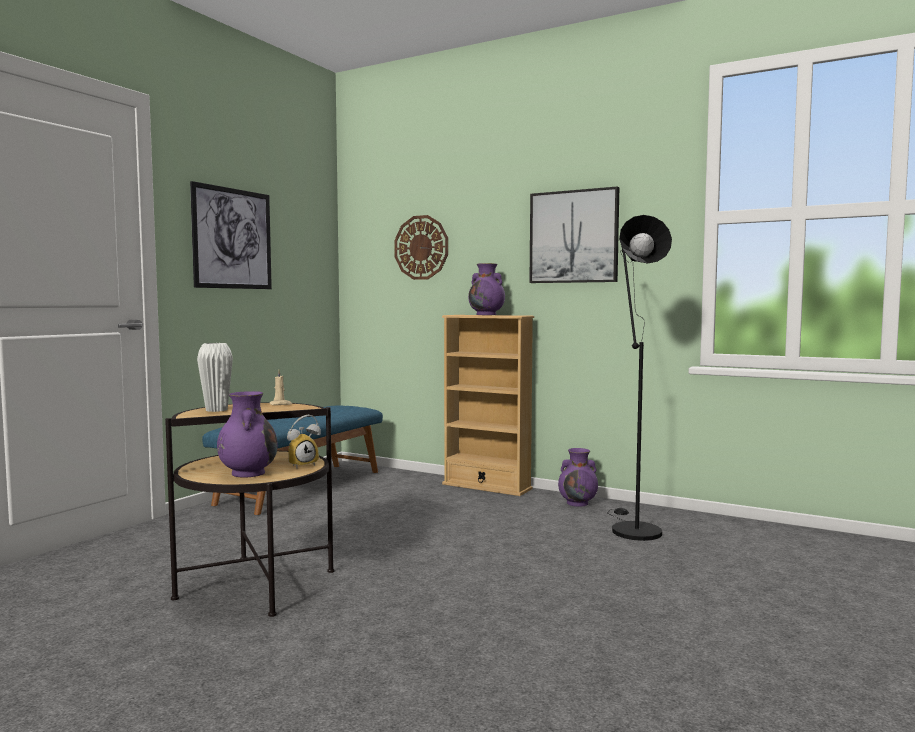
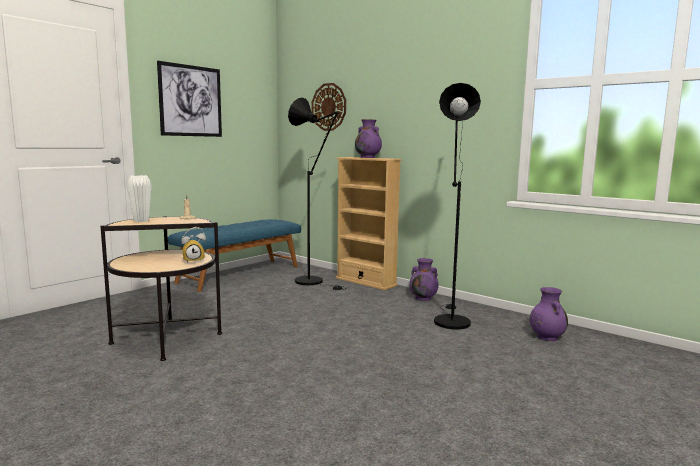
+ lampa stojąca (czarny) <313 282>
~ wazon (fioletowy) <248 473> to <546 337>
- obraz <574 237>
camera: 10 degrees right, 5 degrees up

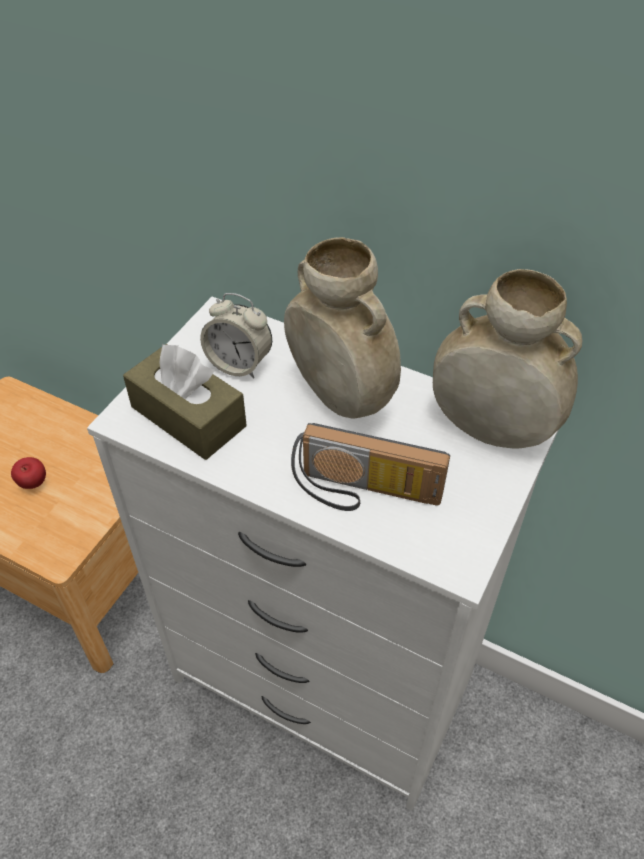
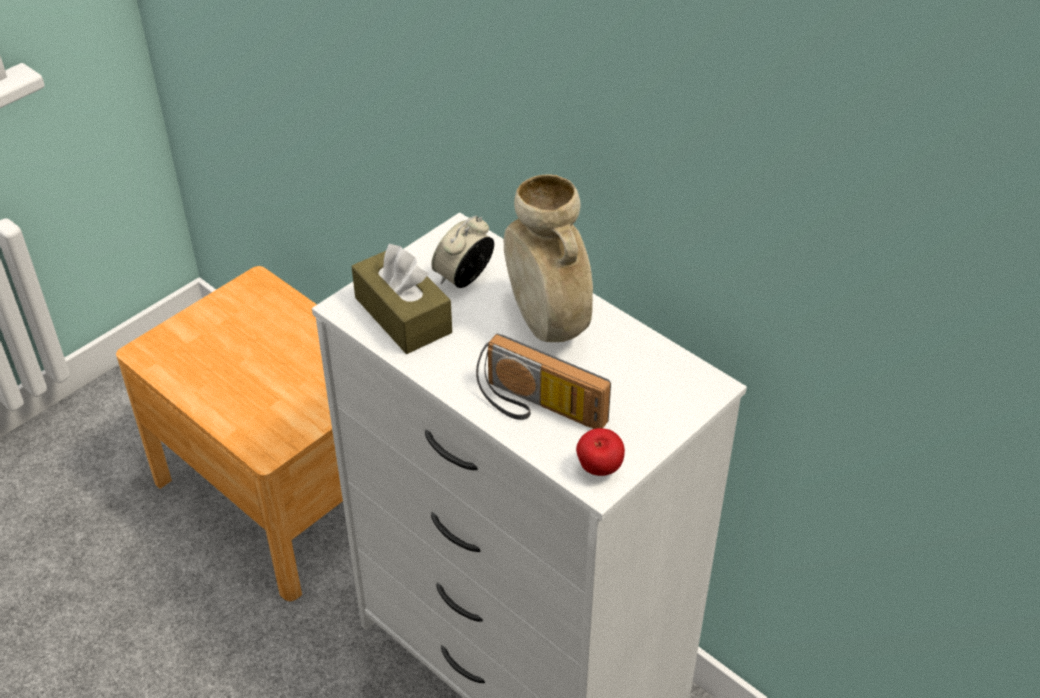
~ budzik <239 364> = <464 278> 90 degrees clockwise
~ jabłko <33 484> to <599 470>
- wazon (beżowy) <490 429>
camera: 15 degrees right, 5 degrees down

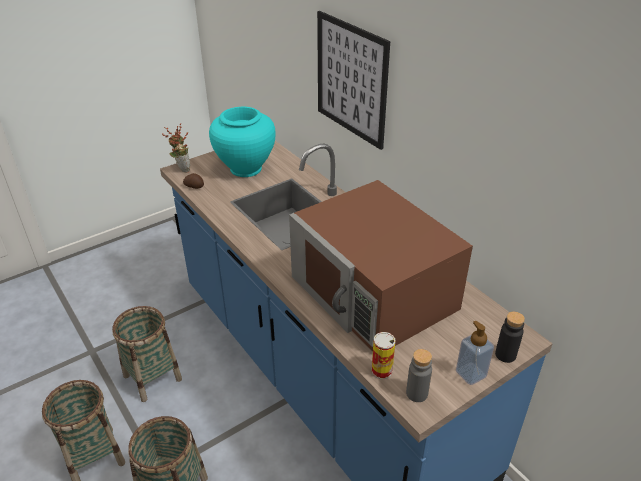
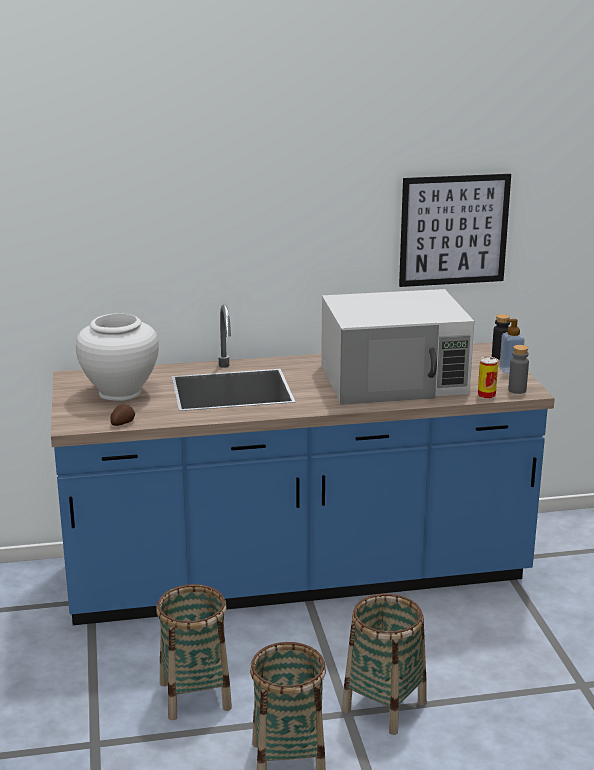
~ wazon (turkusowy) <245 168> to wazon (biały) <120 393>
~ mikrofalówka (brązowy) <374 293> to mikrofalówka (biały) <394 379>
~ obraz <351 79> to <454 230>
- roślina doniczkowa <181 169>
camera: 65 degrees left, 15 degrees down

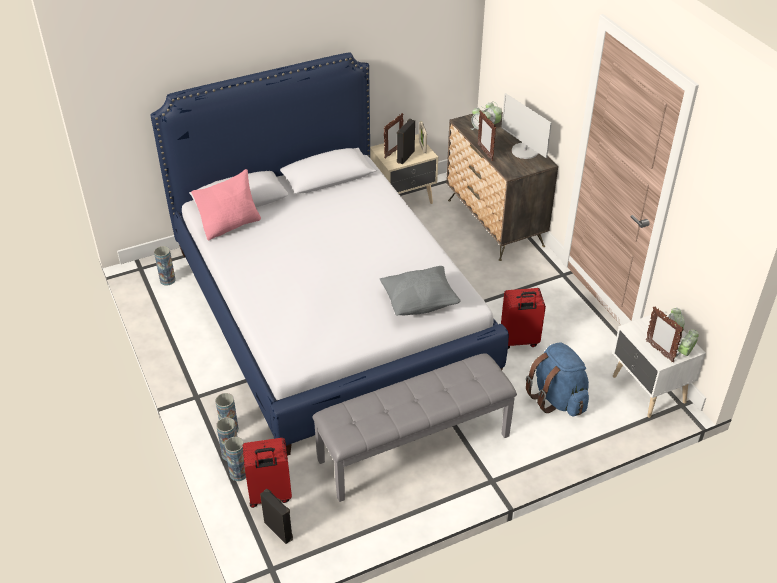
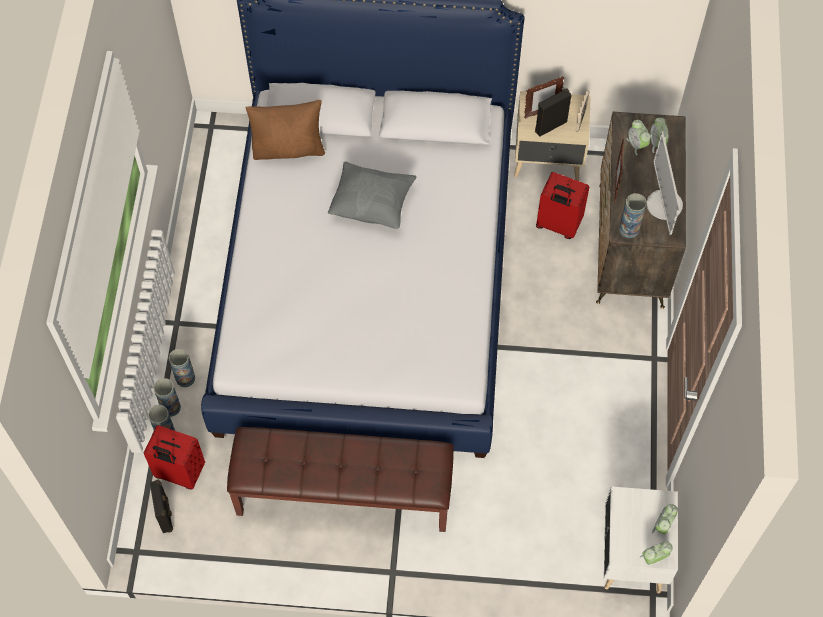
~ ławka (szary) <414 447> to ławka (brązowy) <344 493>
~ poduszka (różowy) <230 225> to poduszka (brązowy) <289 148>
~ poduszka (szary) <420 303> to <372 205>
~ walizka (czerwony) <519 341> to <558 225>
~ wazon <167 280> to <629 229>
- plecak (niebieski) <557 398>
- ramka na zdjęcie <659 351>
camera: 30 degrees right, 20 degrees up

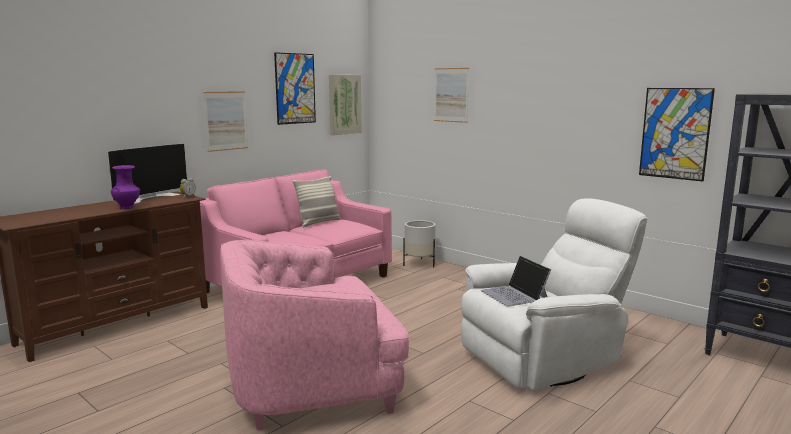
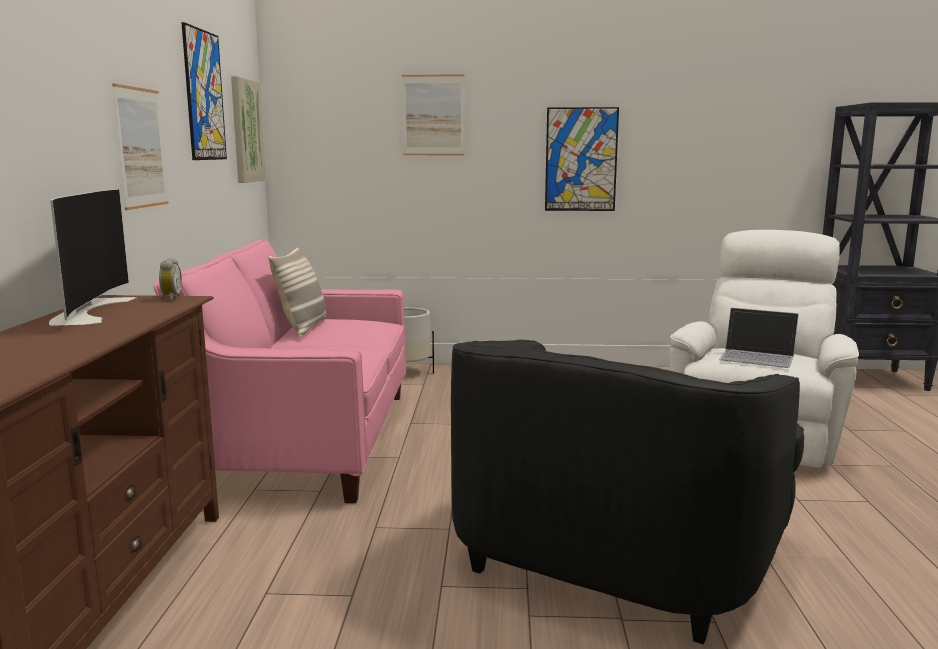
~ fotel (różowy) <311 382> to fotel (czarny) <618 554>
~ obraz <675 133> to <581 159>
- wazon (fioletowy) <127 207>
camera: 40 degrees left, 0 degrees up

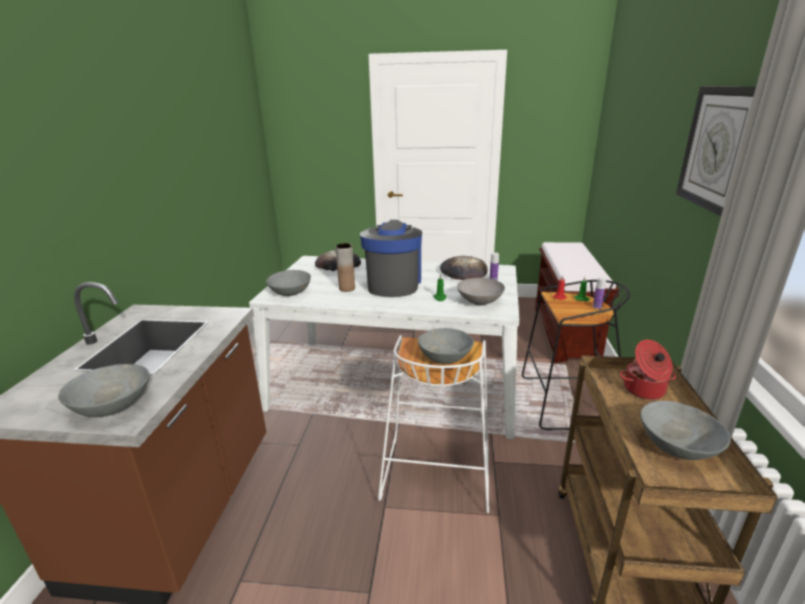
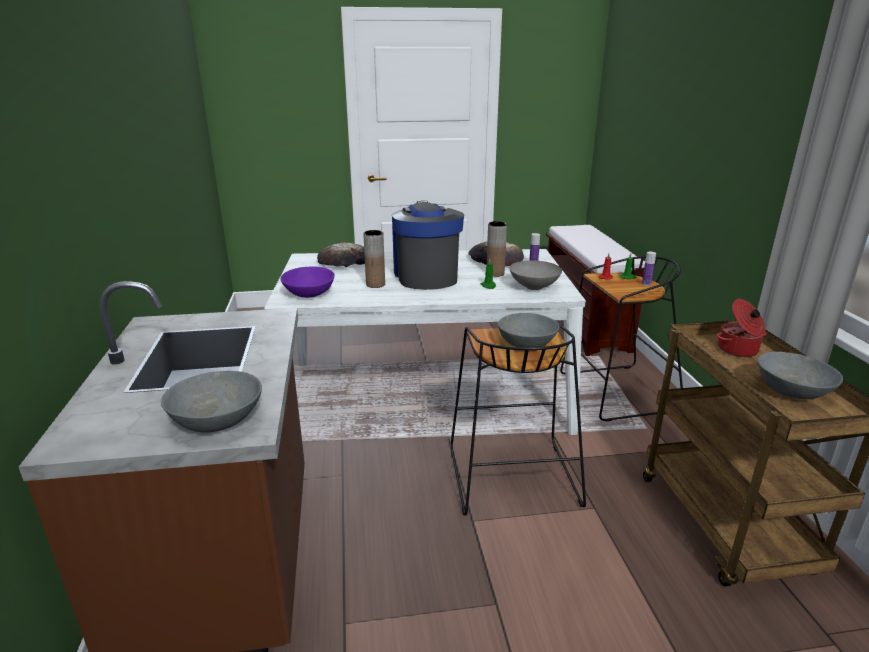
~ miska (szary) <290 292> to miska (fioletowy) <309 294>
~ stołek (biały) <435 469> to stołek (czarny) <510 476>
+ wazon (brązowy) <495 273>
- zegar ścienny <720 149>
camera: 15 degrees left, 0 degrees up

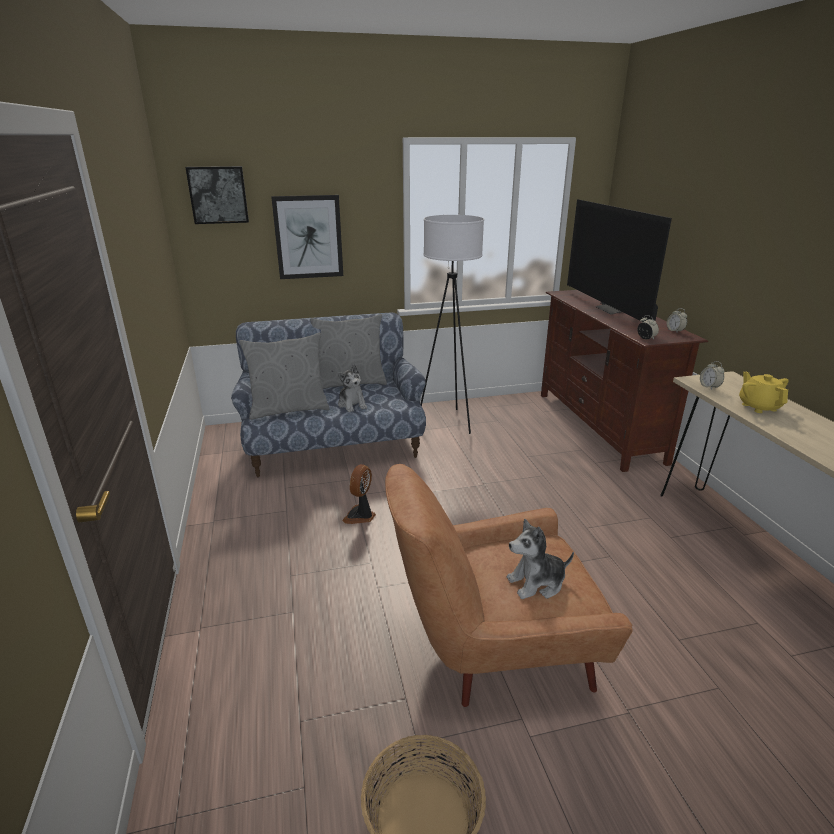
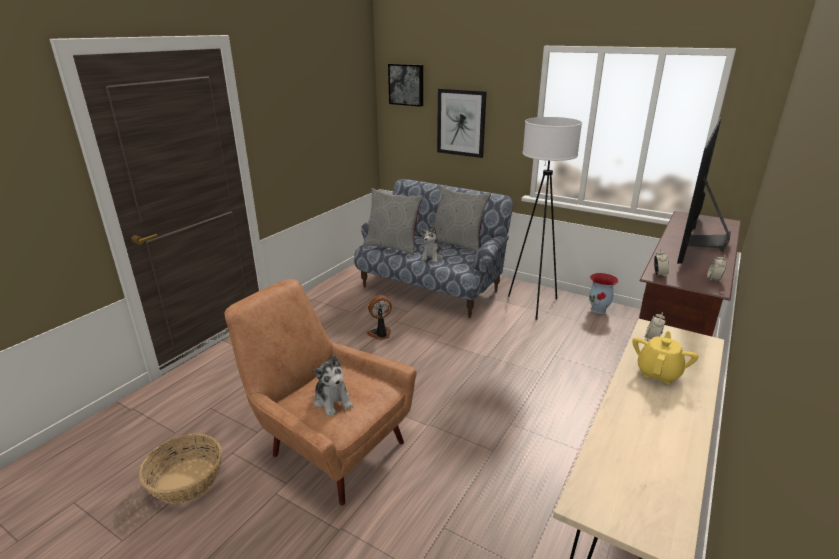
~ pluszak <537 583> = <333 401> 150 degrees counterclockwise
+ wazon <599 310>
camera: 45 degrees right, 0 degrees up

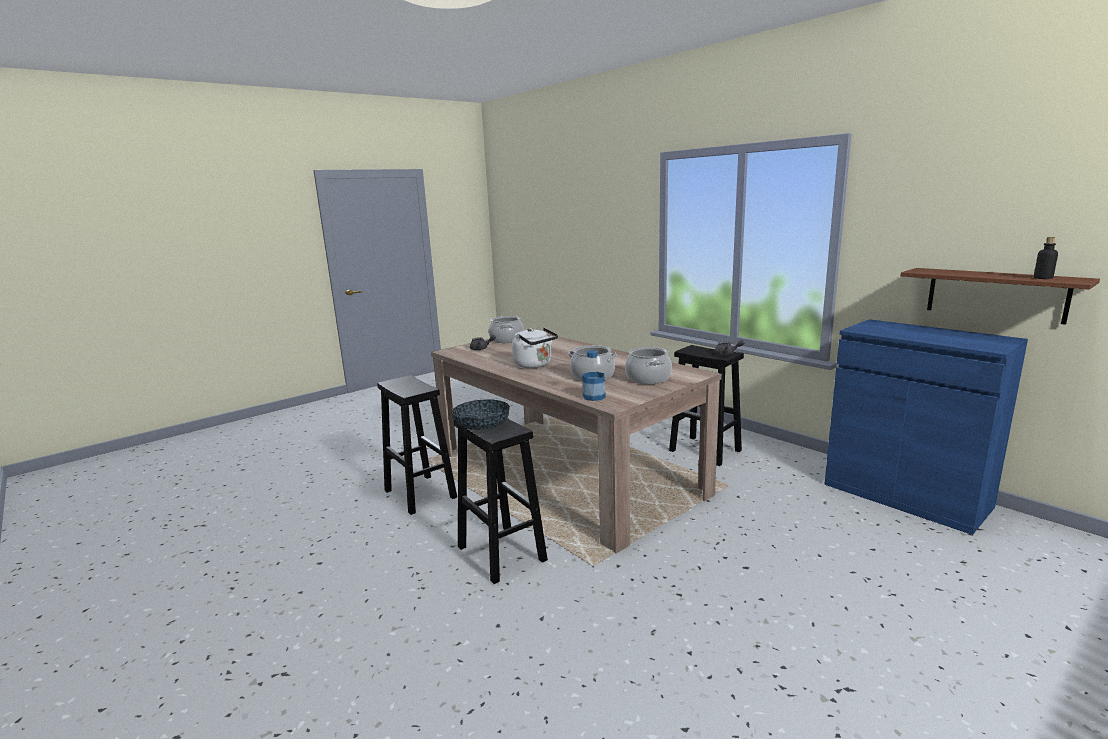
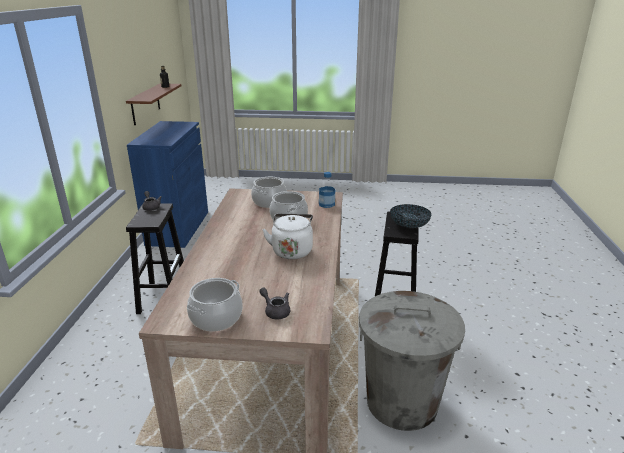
~ stołek (czarny) <419 493> to kosz na śmieci (szary) <402 402>
camera: 135 degrees left, 10 degrees up

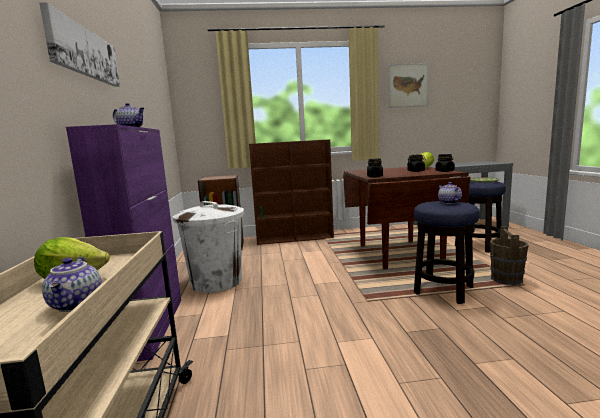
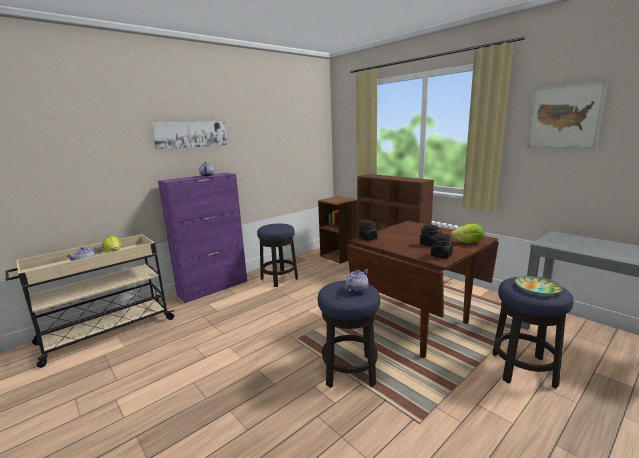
~ kosz na śmieci (biały) <216 282> to stołek <279 279>
- wiadro (brązowy) <506 280>
camera: 55 degrees right, 5 degrees up

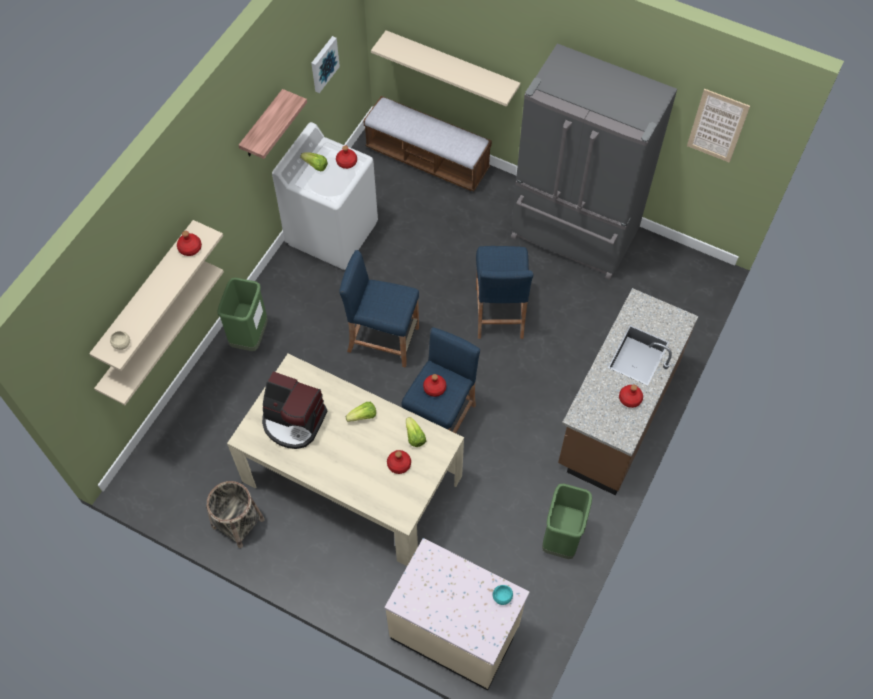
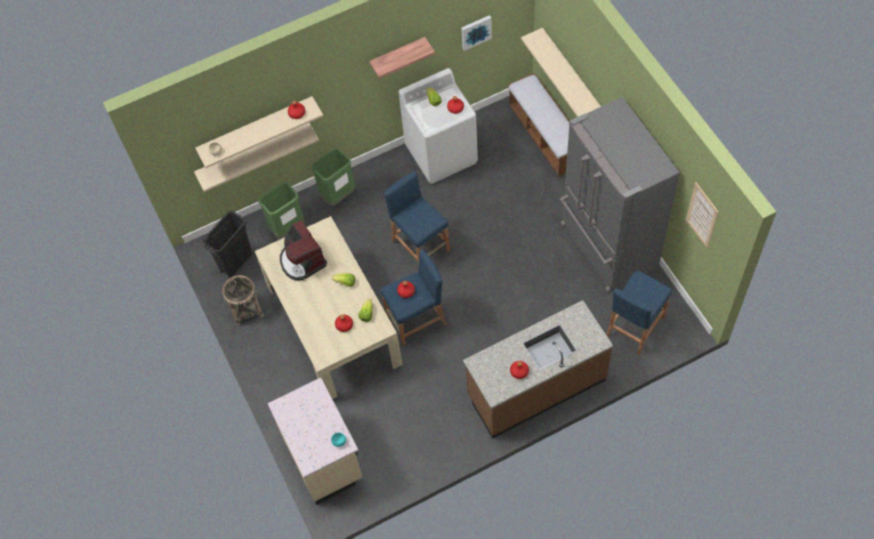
+ kosz na śmieci (czarny) <236 262>
~ kosz na śmieci (zielony) <561 539> to <287 228>
~ stołek (niebieski) <499 312> to <634 326>
camera: 40 degrees right, 0 degrees up

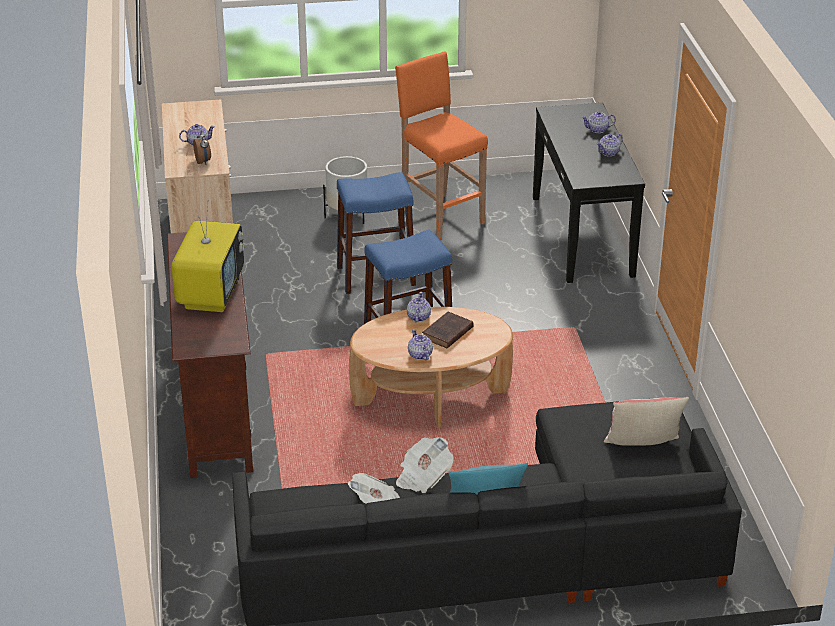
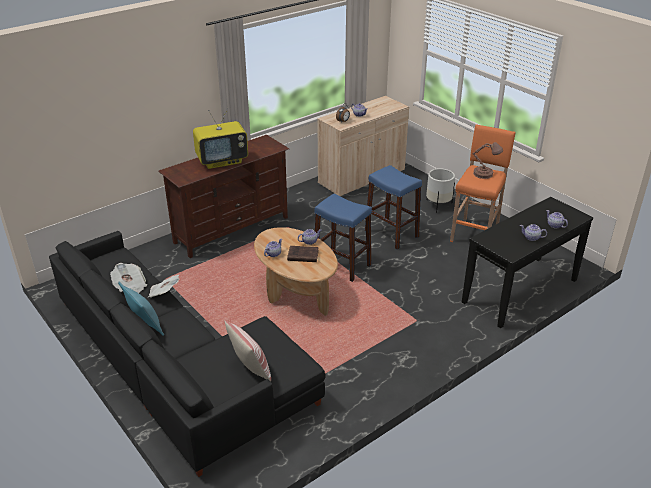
+ lampa stołowa (brązowy) <484 174>
camera: 60 degrees right, 0 degrees up

